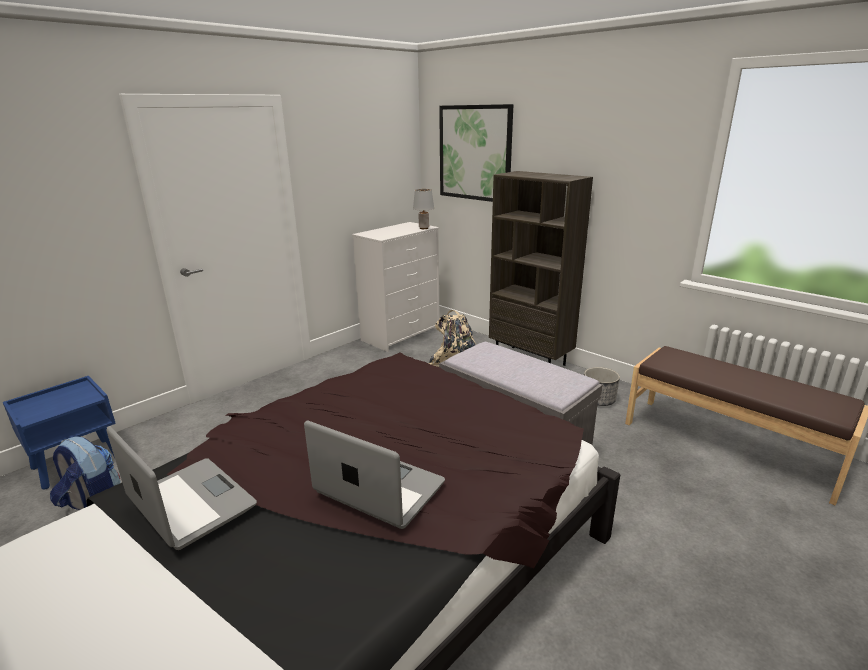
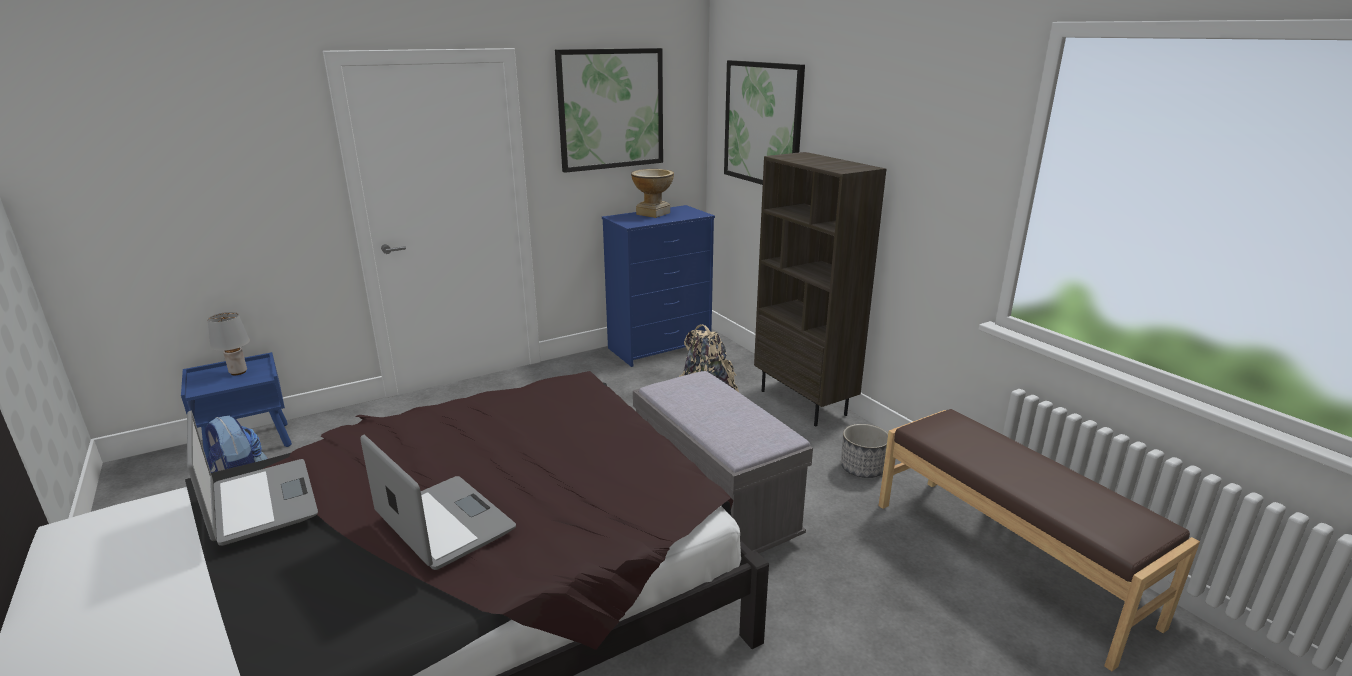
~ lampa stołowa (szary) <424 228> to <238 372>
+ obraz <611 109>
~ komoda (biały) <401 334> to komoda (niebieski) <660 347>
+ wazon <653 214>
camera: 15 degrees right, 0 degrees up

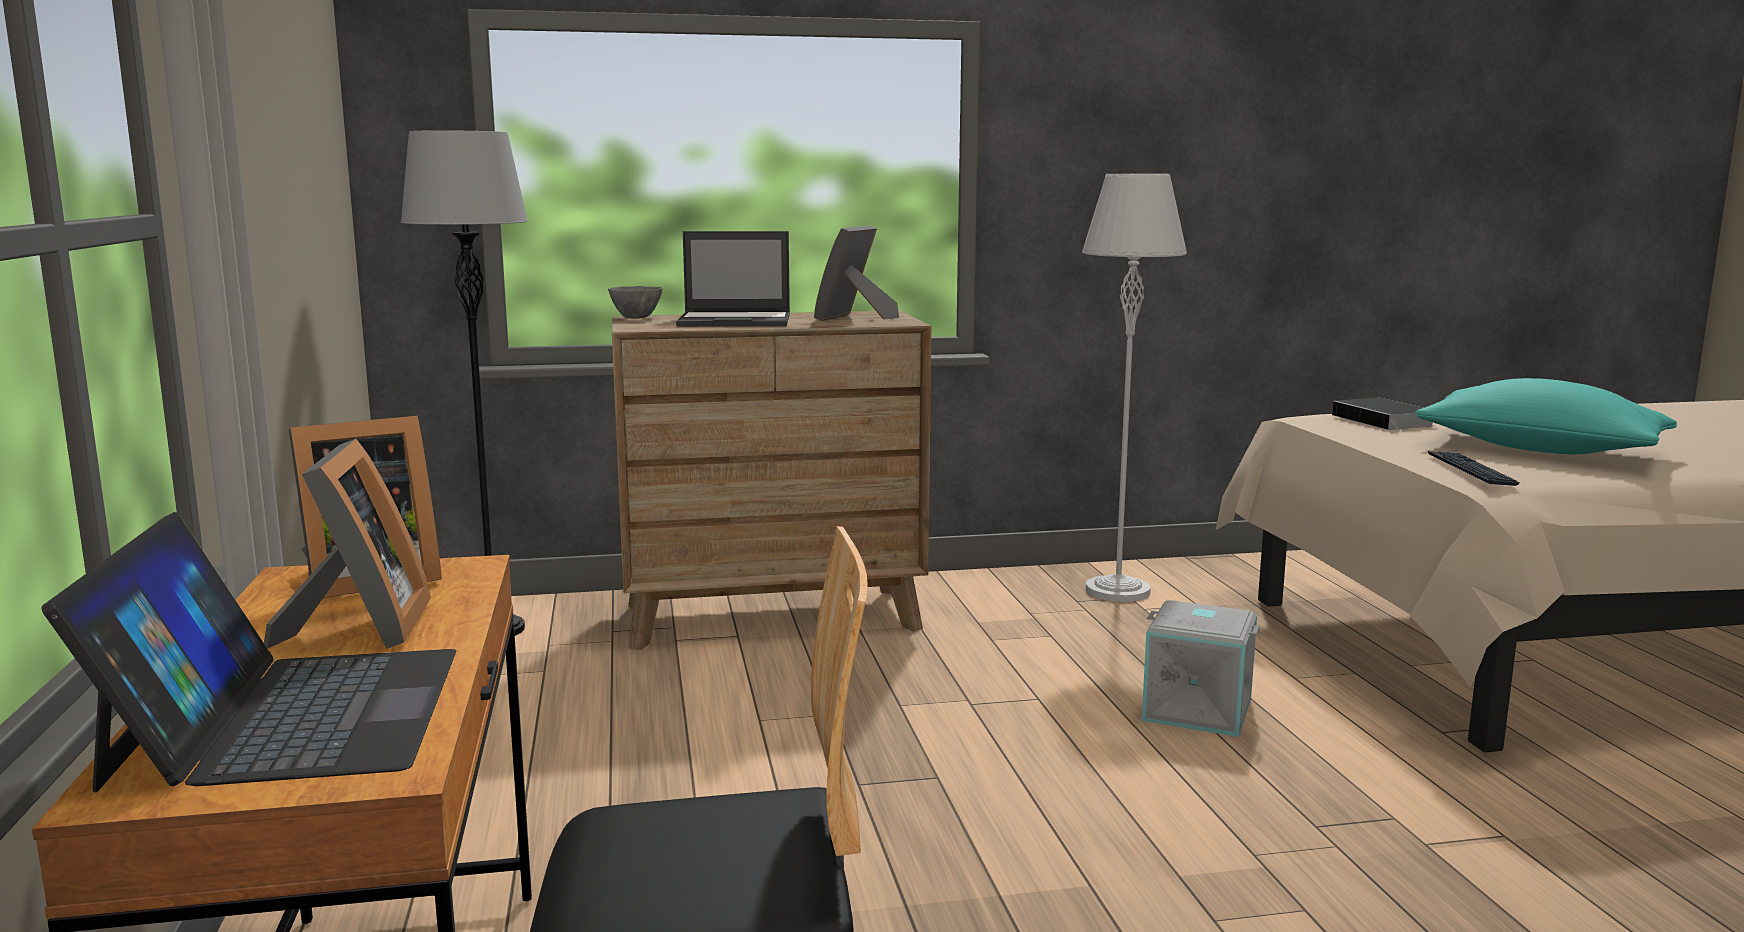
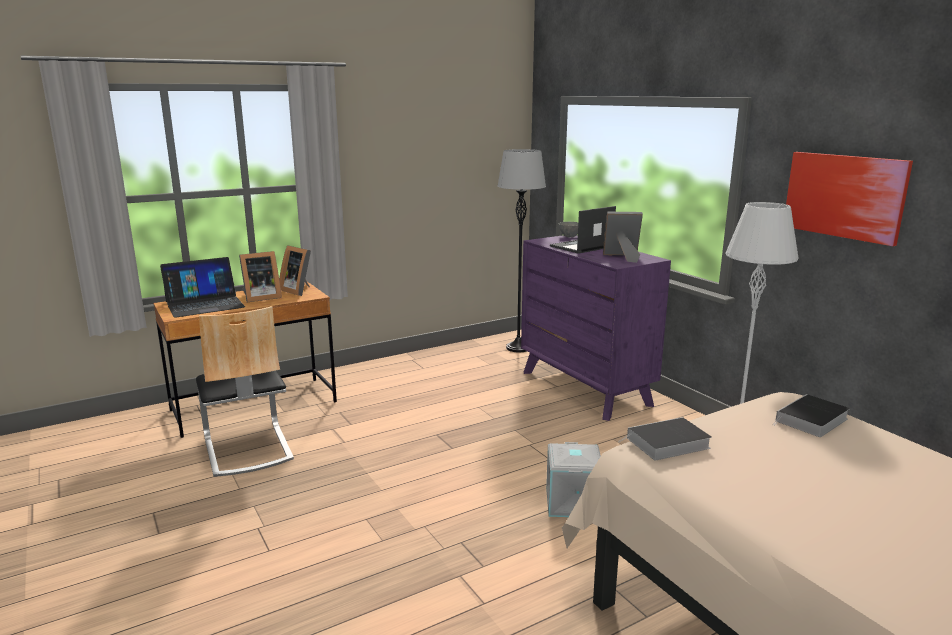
~ komoda (brązowy) <772 617> to komoda (fioletowy) <585 388>
~ laptop <736 321> = <581 247> 75 degrees clockwise
~ klawiatura <1471 470> to książka <666 444>
+ obraz <844 196>
- poduszka (turkusowy) <1539 450>
camera: 70 degrees right, 5 degrees up

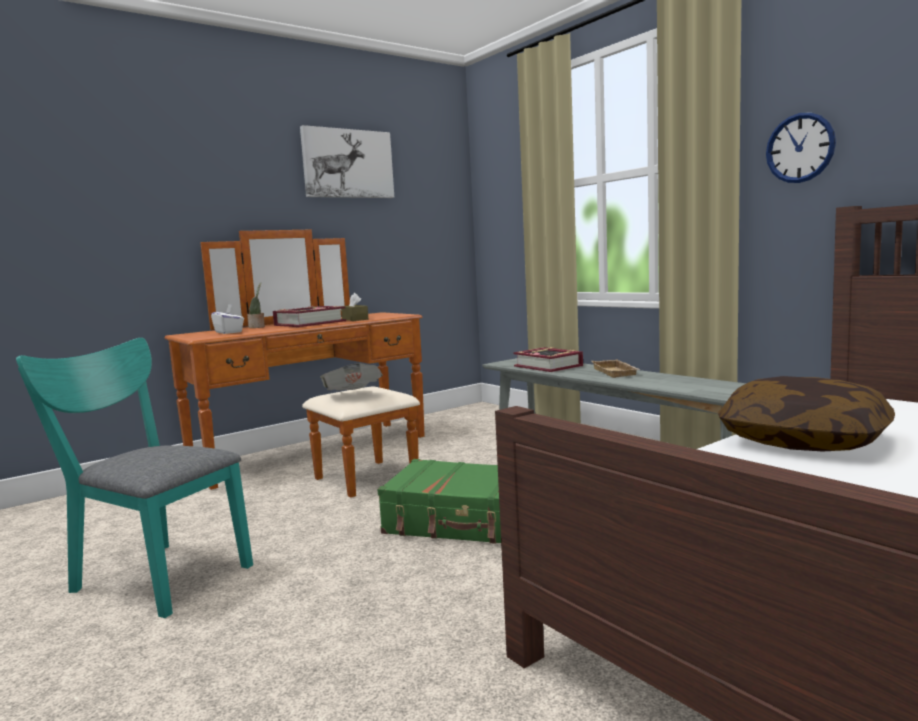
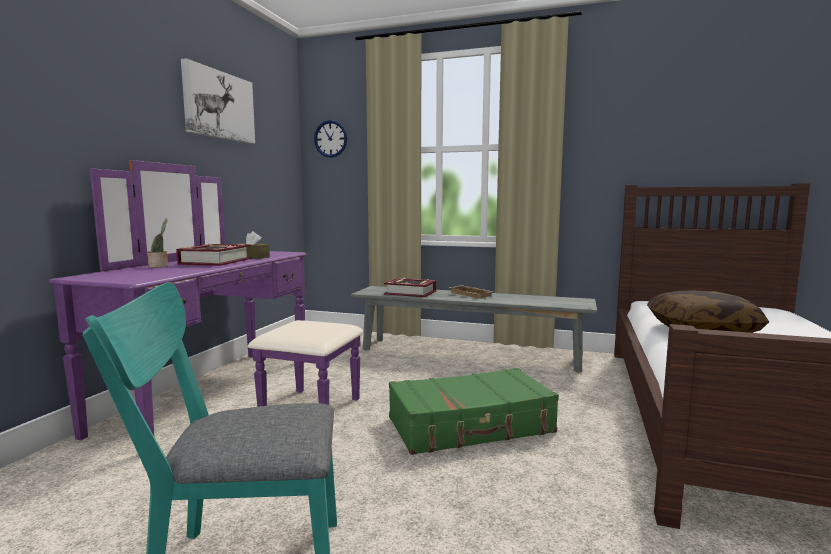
~ komoda (brązowy) <324 457> to komoda (fioletowy) <235 396>
~ zegar ścienny <800 148> to <330 139>
- pudełko chusteczek (biały) <229 332>
- gazeta <353 395>
camera: 35 degrees left, 0 degrees up

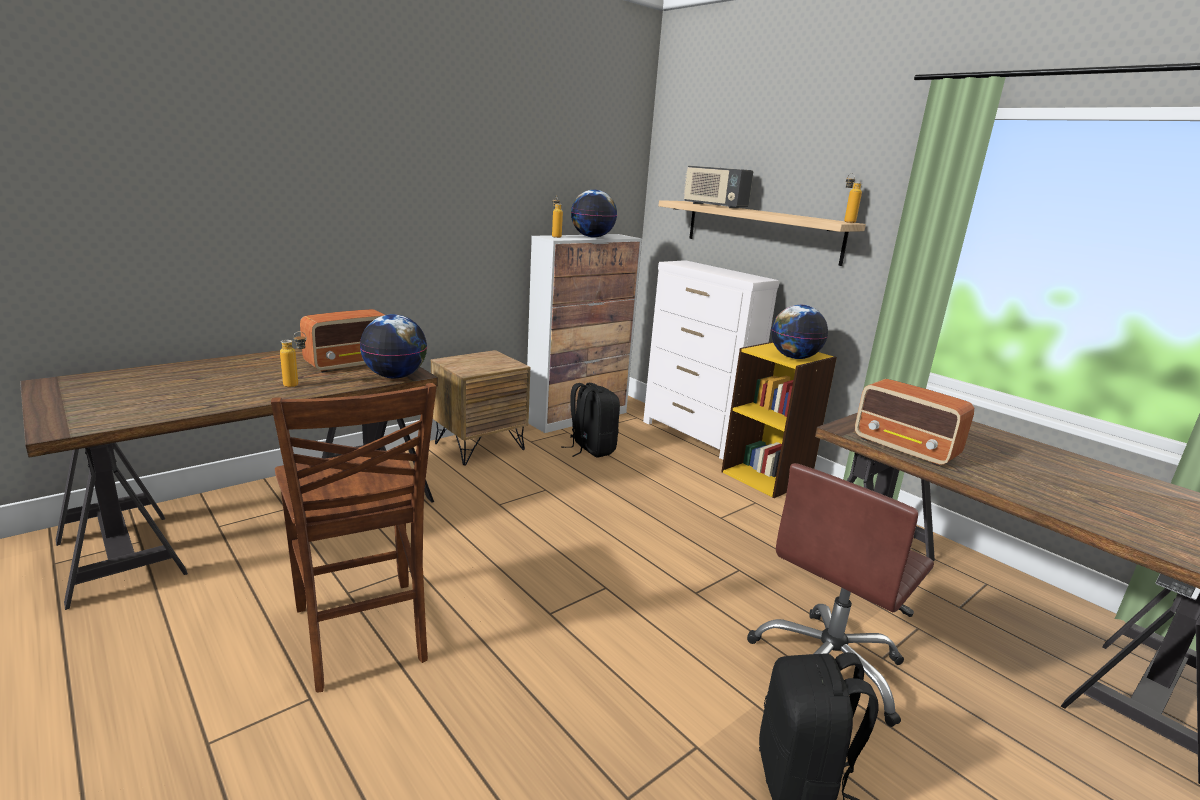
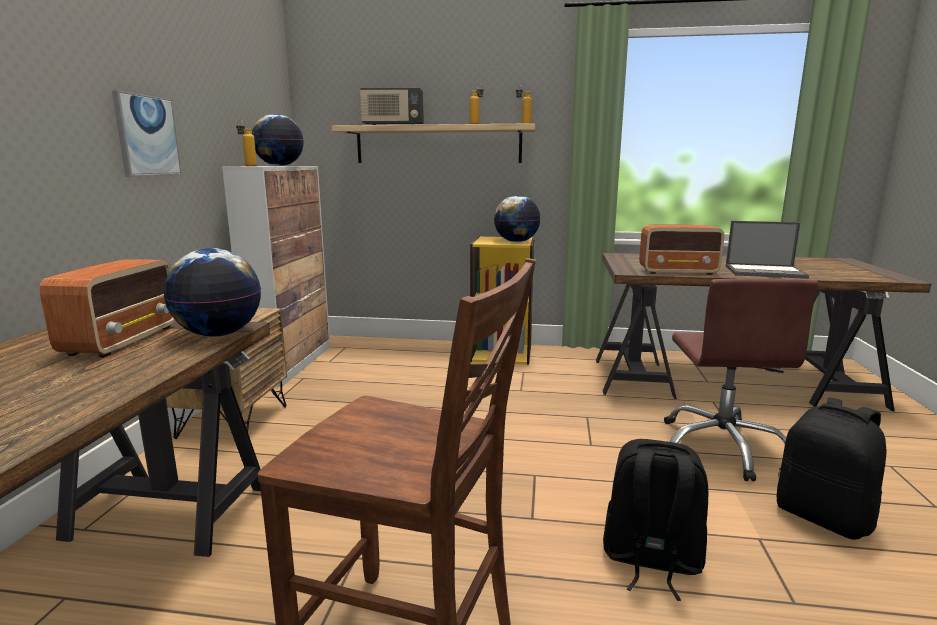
+ obraz <147 136>
~ butelka <297 385> to <477 124>
~ plecak (czarny) <590 449> to <650 561>
+ laptop <765 272>
- komoda (biały) <695 436>
camera: 40 degrees left, 5 degrees down

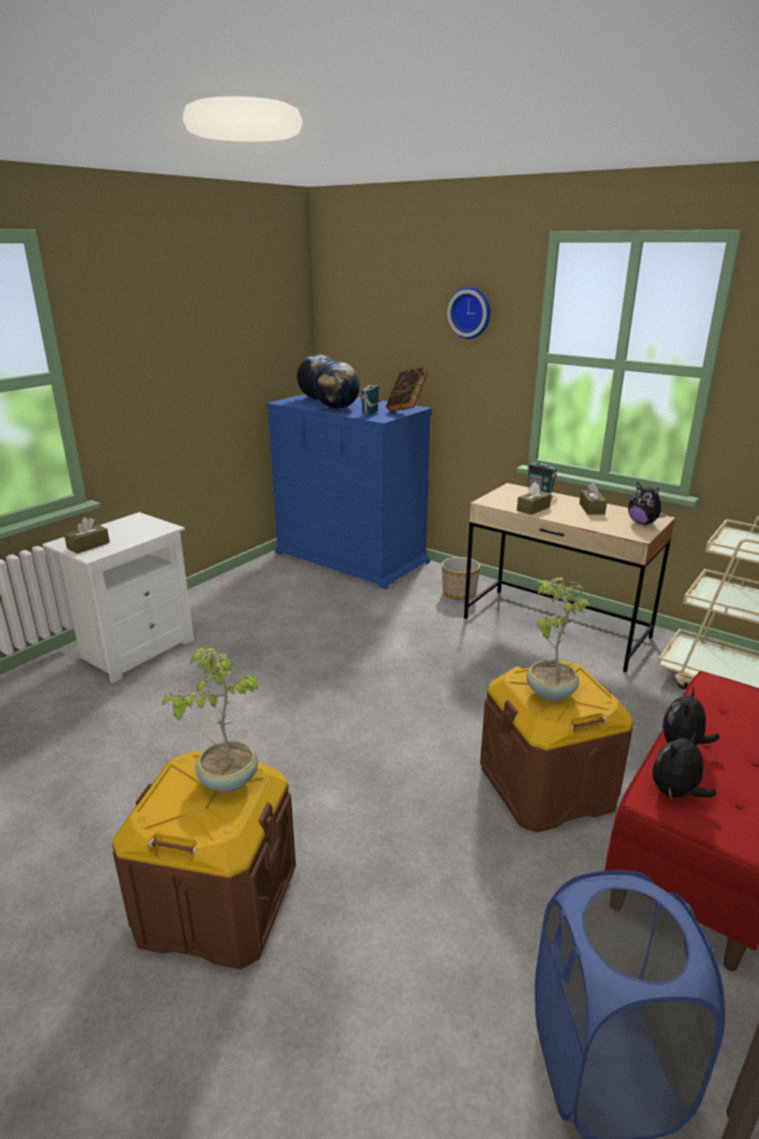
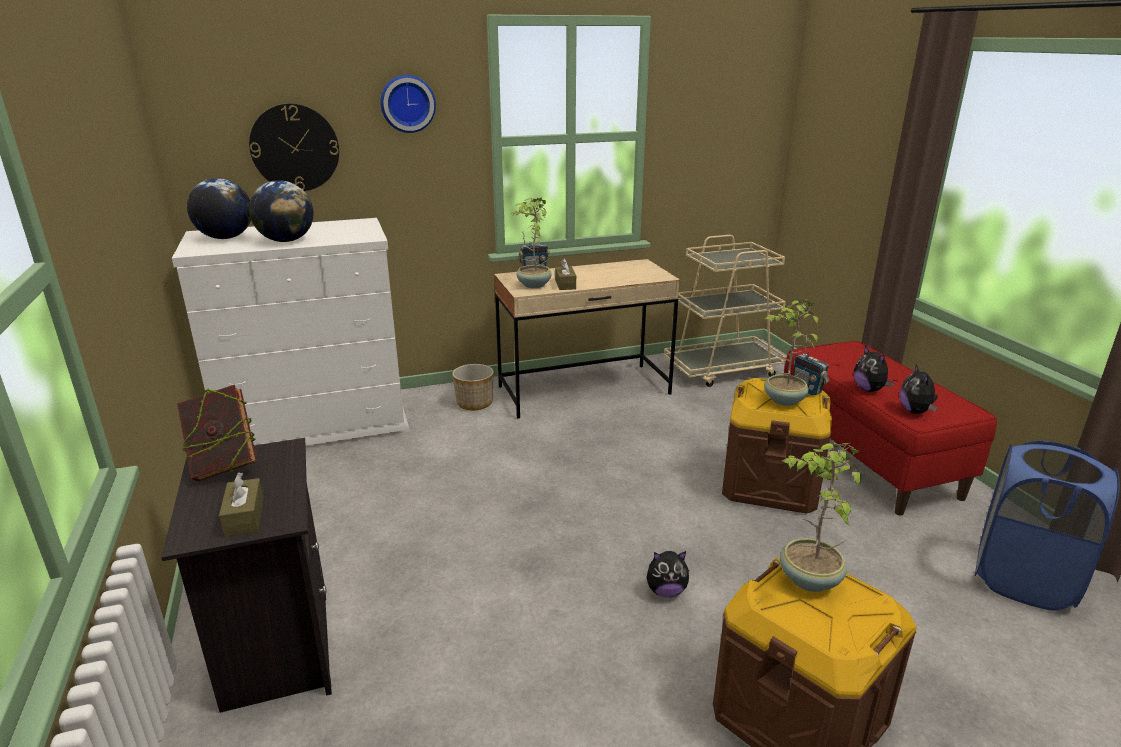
~ szafka nocna (biały) <135 649> to szafka nocna (czarny) <276 649>
~ komoda (niebieski) <351 557> to komoda (biały) <316 424>
~ książka <406 410> to <224 466>
+ zegar ścienny <295 148>
+ roślina doniczkowa <533 285>
~ pluszak <643 523> to <666 591>
~ radio <370 413> to <807 390>
- pudełko chusteczek (brązowy) <591 508>
camera: 55 degrees left, 0 degrees up

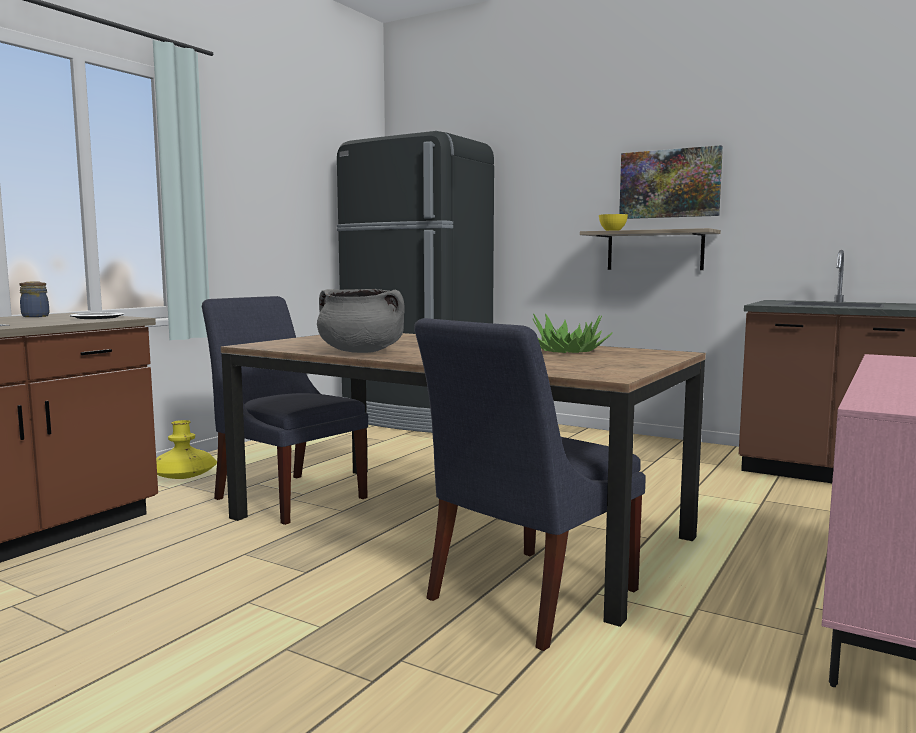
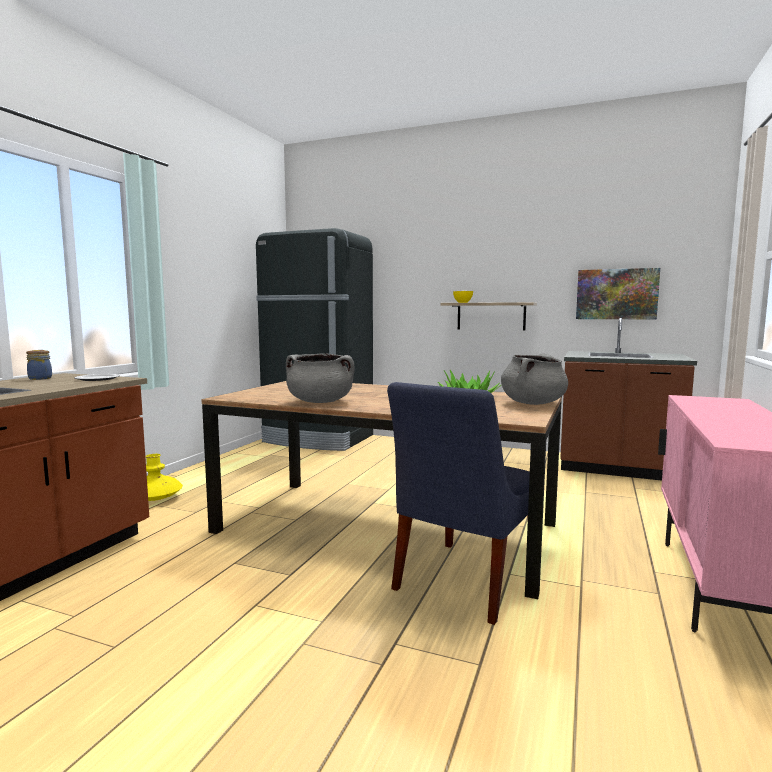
+ garnek (szary) <533 403>
~ obraz <669 184> to <616 294>
- krzesło (niebieski) <287 496>
camera: 10 degrees left, 0 degrees up

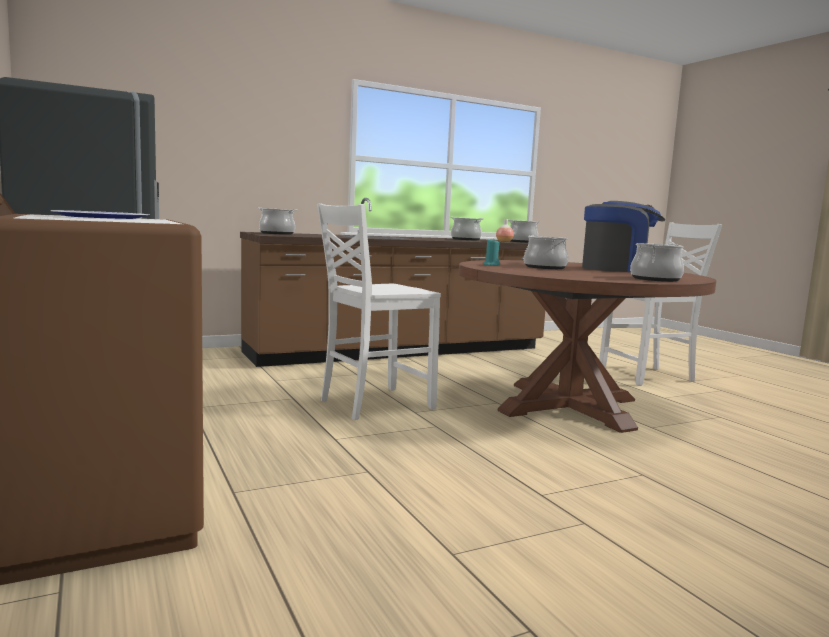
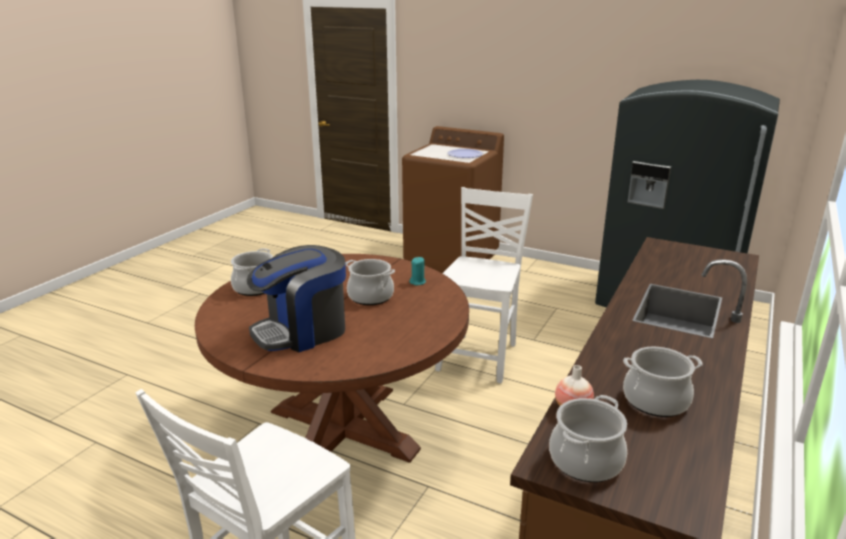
- garnek <277 233>
camera: 145 degrees right, 15 degrees up

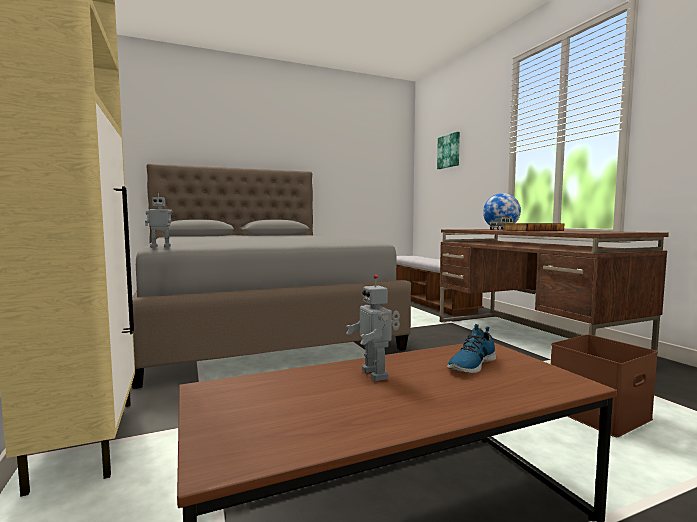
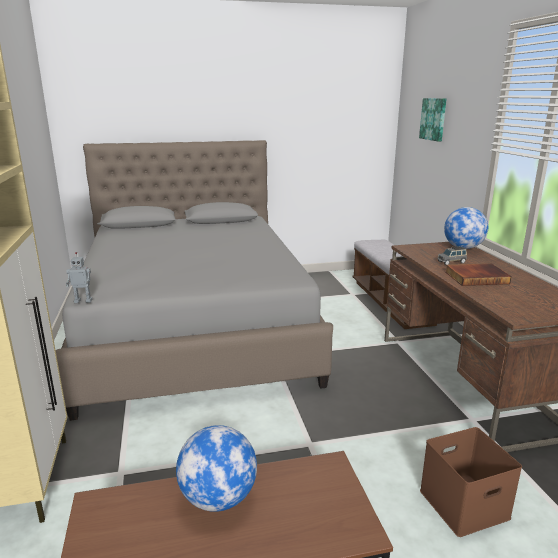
~ robot zabawkowy <376 374> to globus <218 498>
- but <471 364>
camera: 10 degrees right, 15 degrees up

